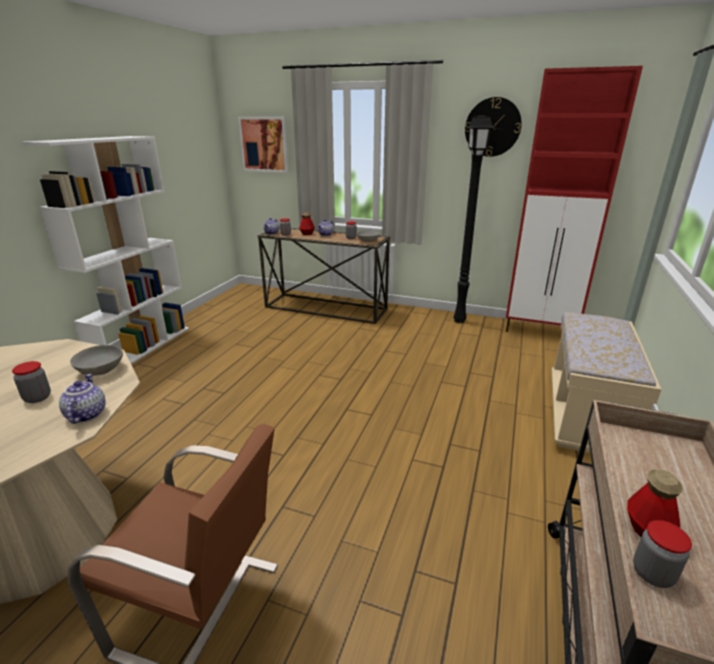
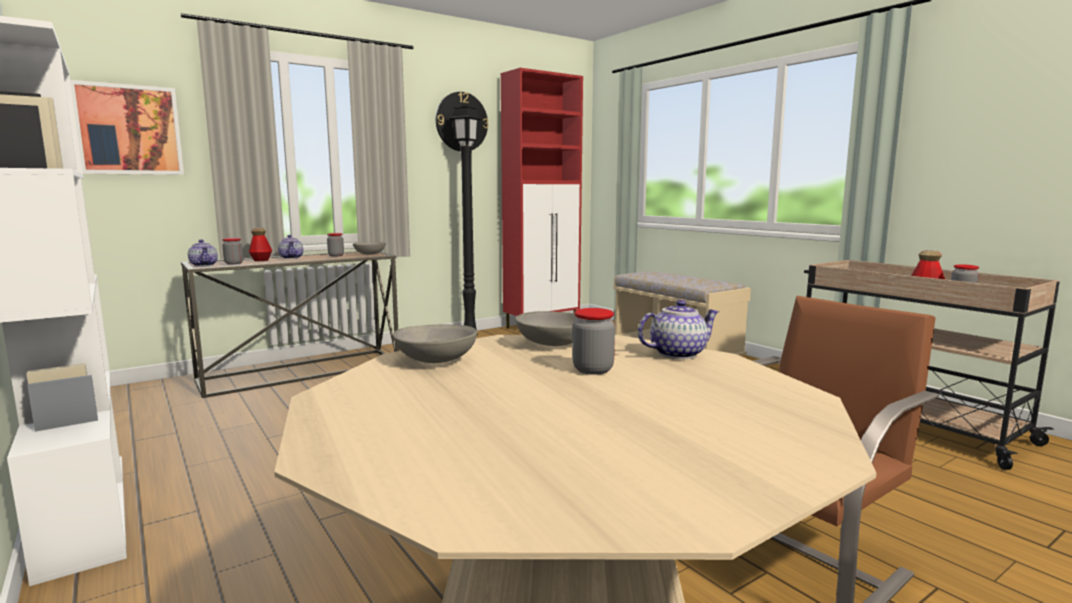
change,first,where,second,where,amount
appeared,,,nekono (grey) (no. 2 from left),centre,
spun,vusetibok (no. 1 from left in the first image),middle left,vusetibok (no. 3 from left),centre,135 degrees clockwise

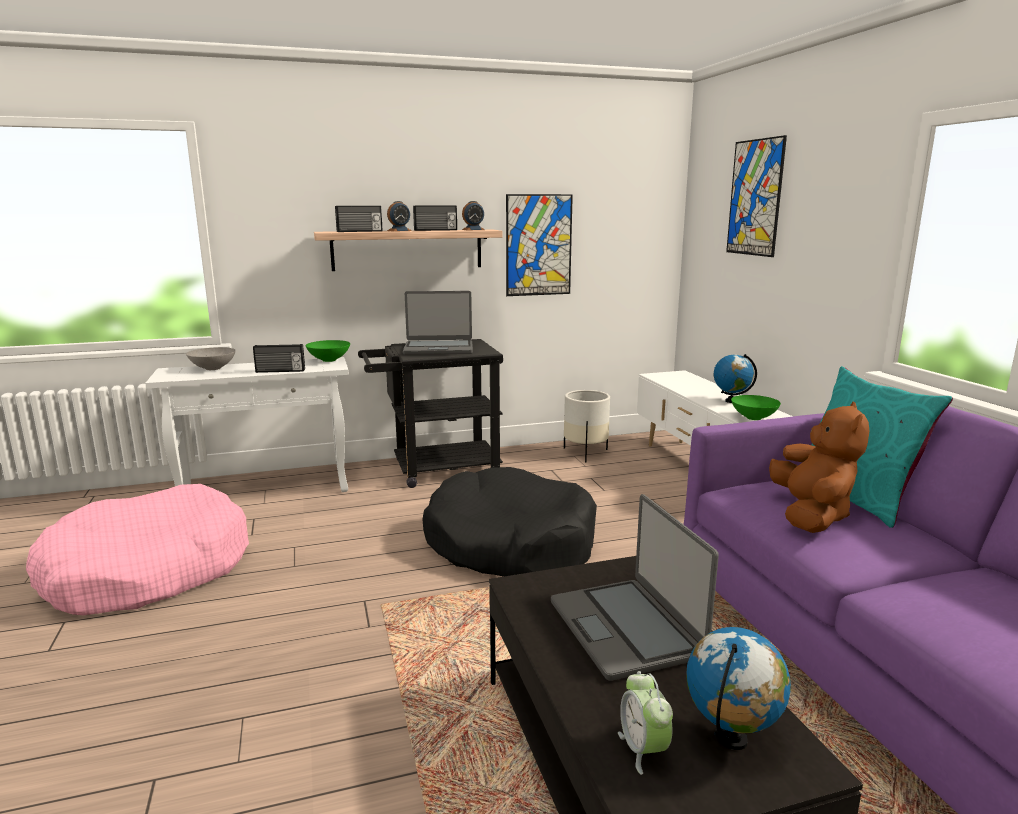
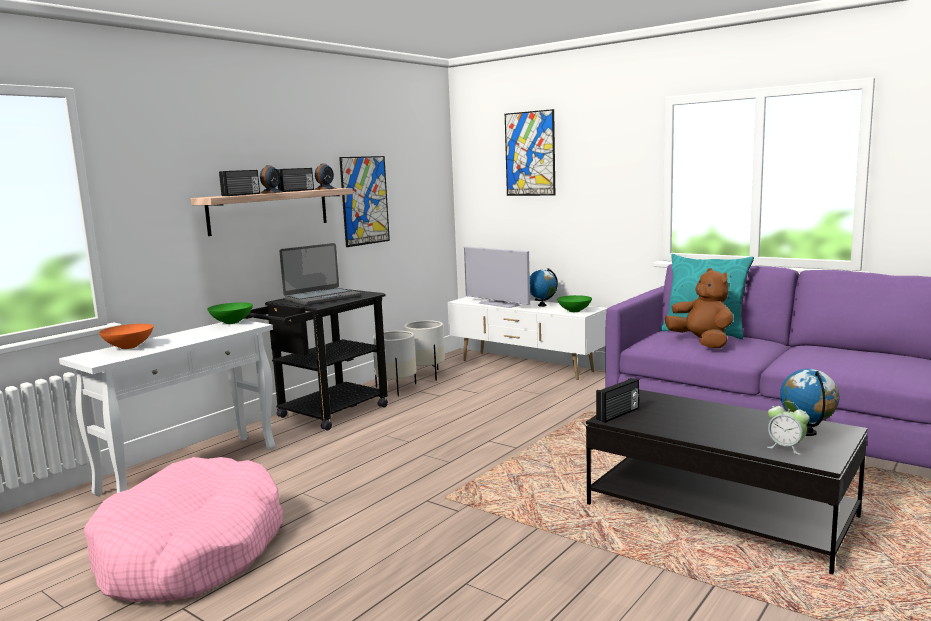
change,first,where,second,where,amount
colour,nekono (grey),middle left,nekono (orange),middle left,
appeared,,,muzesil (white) (no. 1 from left),centre,
appeared,,,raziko,centre,
relocated,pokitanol (no. 1 from left in the first image),middle left,pokitanol (no. 3 from left),centre,
missing,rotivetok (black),centre,,,
missing,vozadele (no. 2 from left),bottom centre,,,

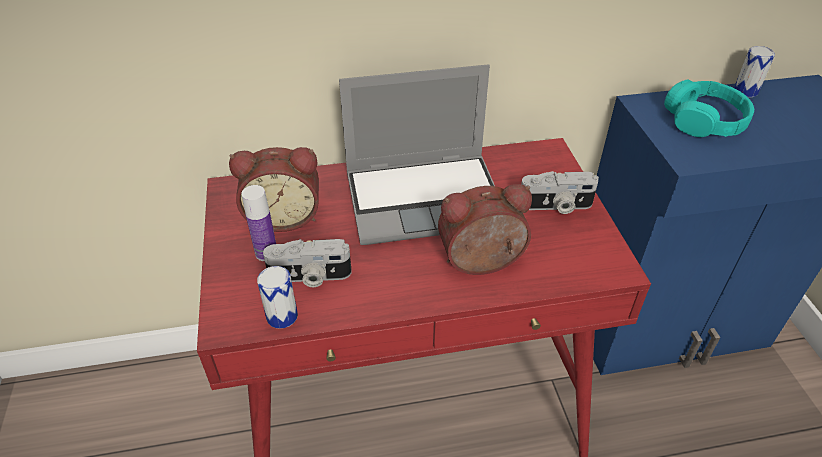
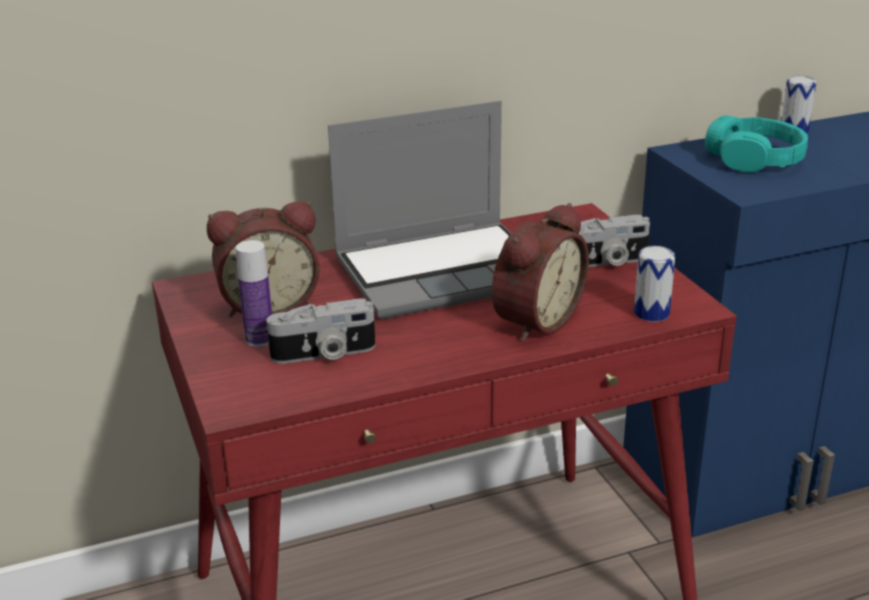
change,first,where,second,where,amount
spun,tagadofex (no. 2 from left),centre,,centre,150 degrees clockwise
relocated,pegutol (no. 1 from left),centre,,middle right,

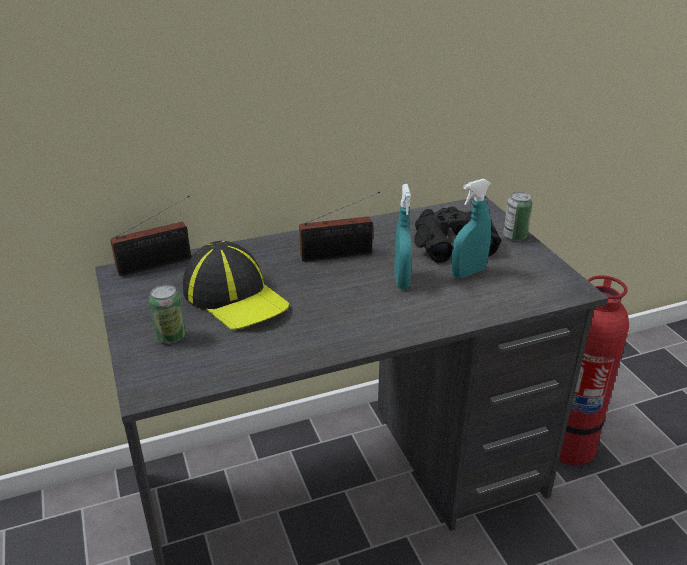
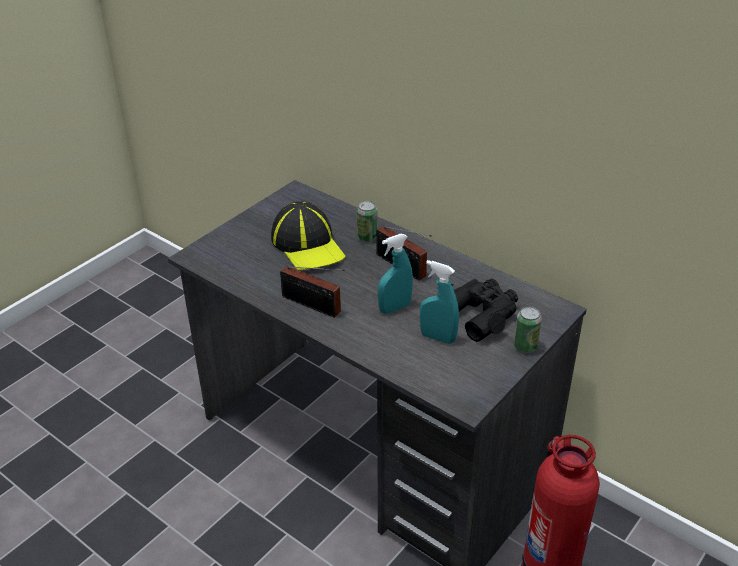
change,first,where,second,where,amount
spun,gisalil,centre,,centre,45 degrees counterclockwise
relocated,pokitanol (no. 1 from left),middle left,,centre,
relocated,pegutol (no. 1 from left),middle left,,centre,

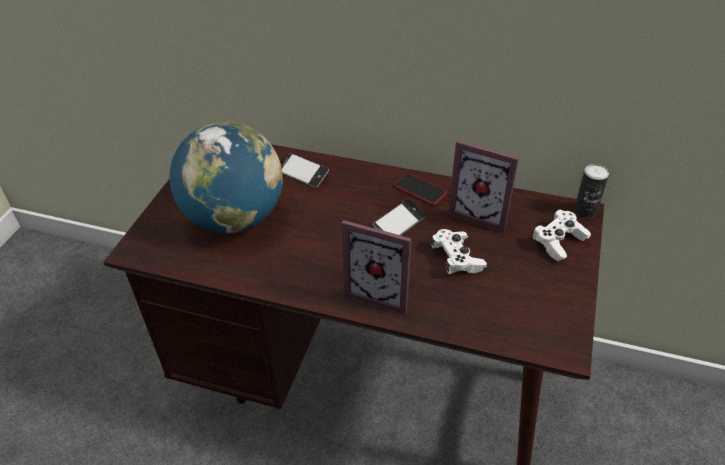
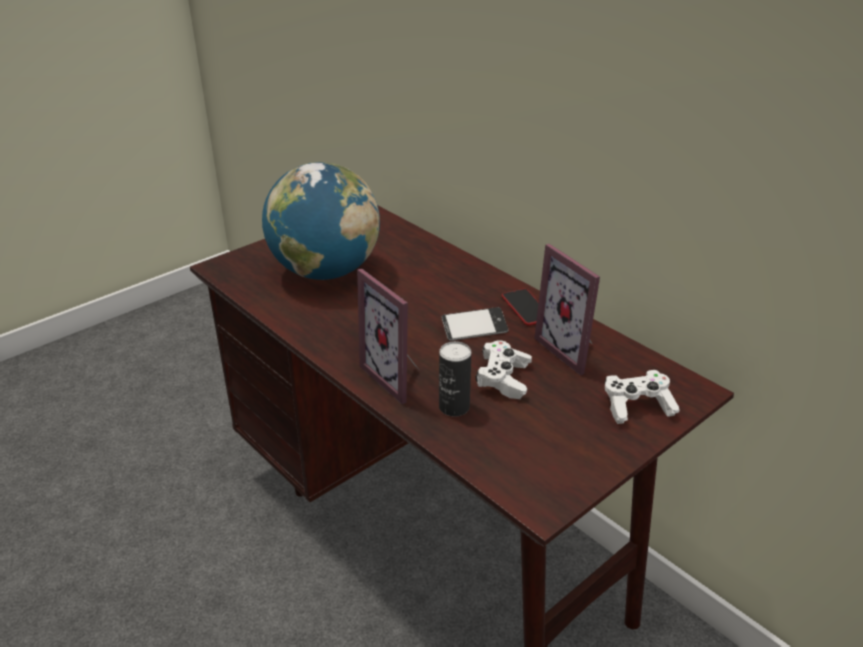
change,first,where,second,where,amount
relocated,pegutol,middle right,,centre,
missing,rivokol (no. 1 from left),centre,,,

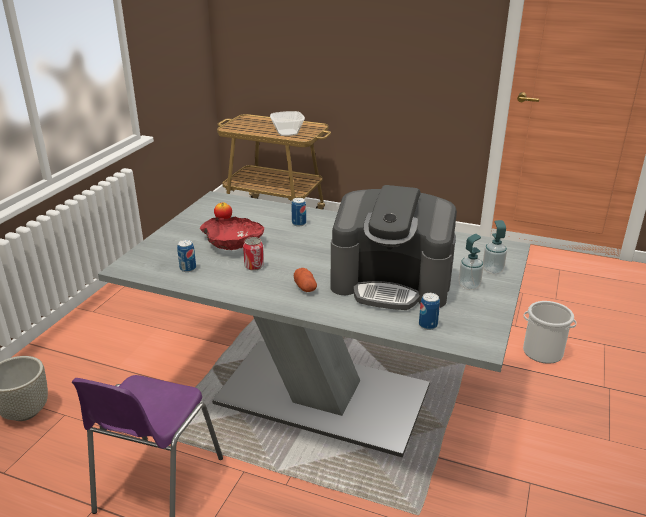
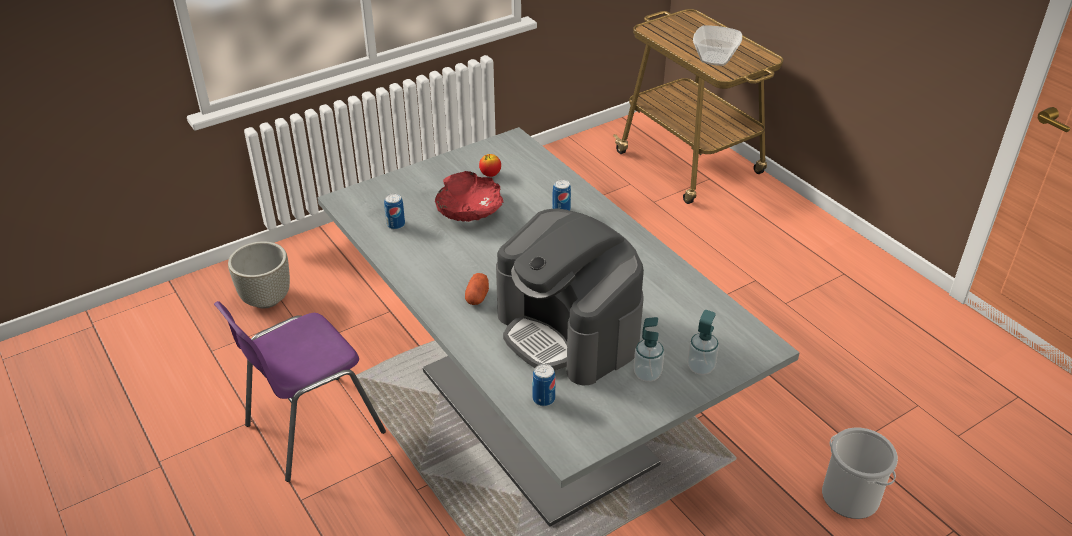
change,first,where,second,where,amount
missing,pegutol (no. 2 from left),centre,,,

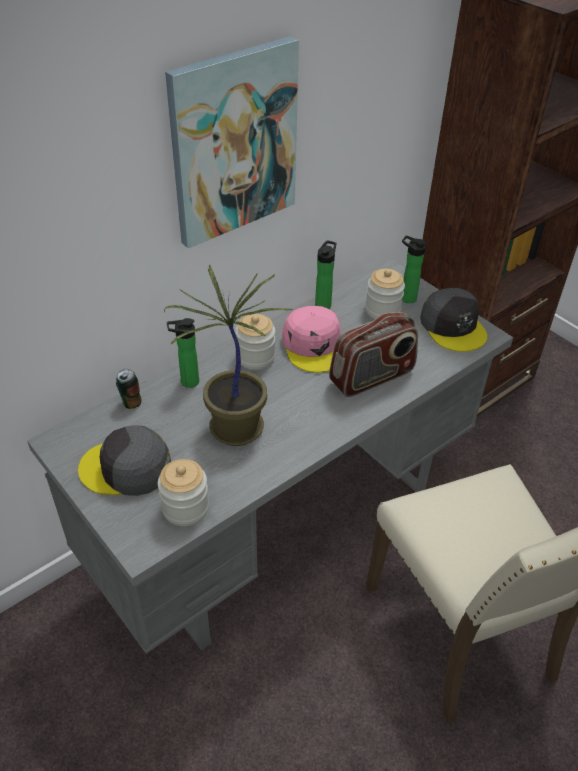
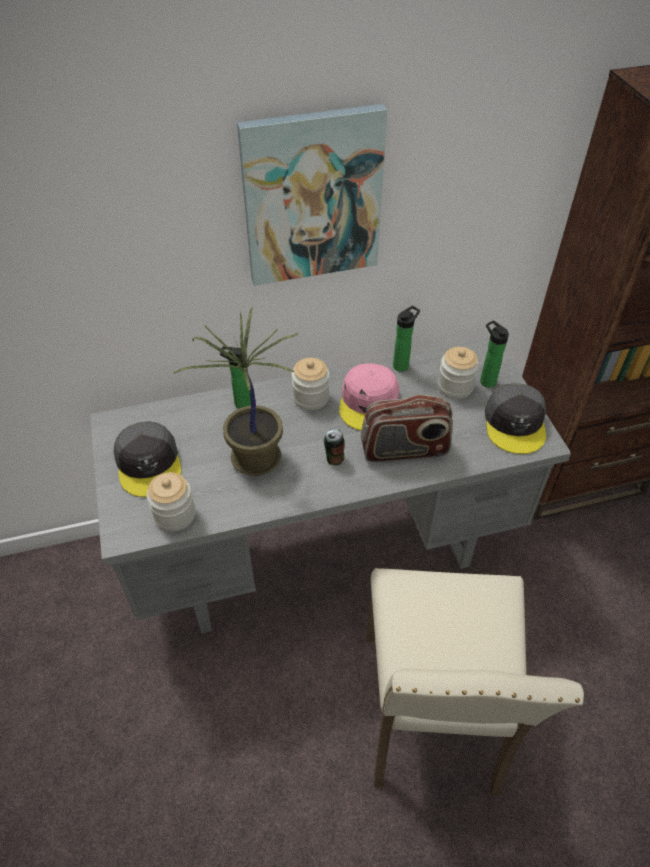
change,first,where,second,where,amount
spun,gisalil (grey) (no. 1 from left),middle left,,middle left,135 degrees counterclockwise
relocated,pegutol,middle left,,centre,

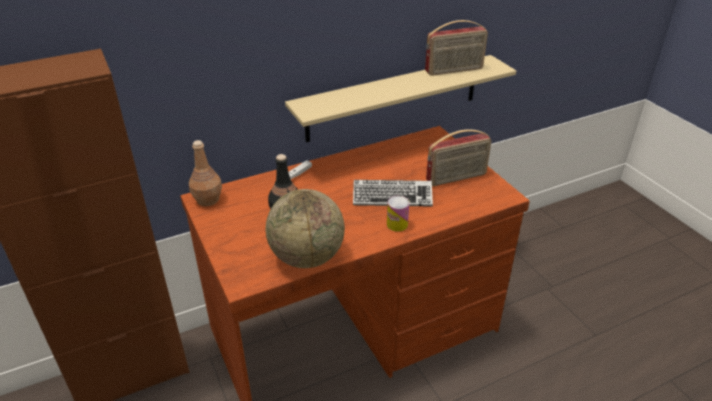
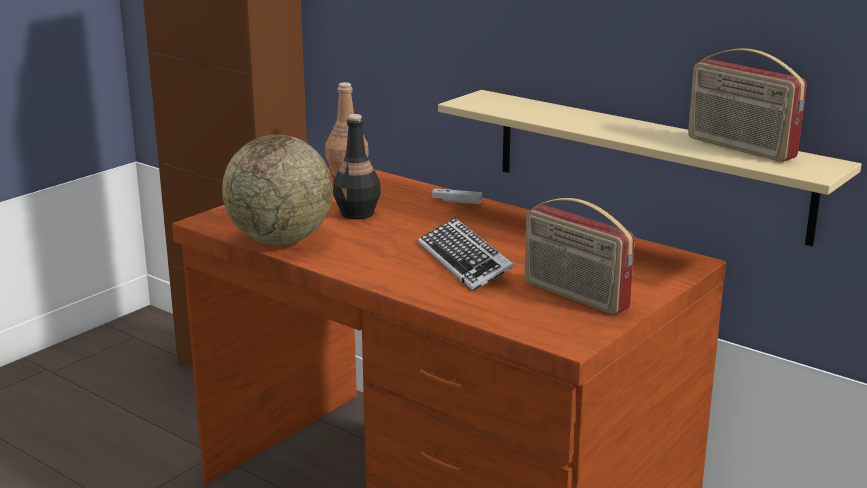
change,first,where,second,where,amount
missing,pegutol,centre,,,

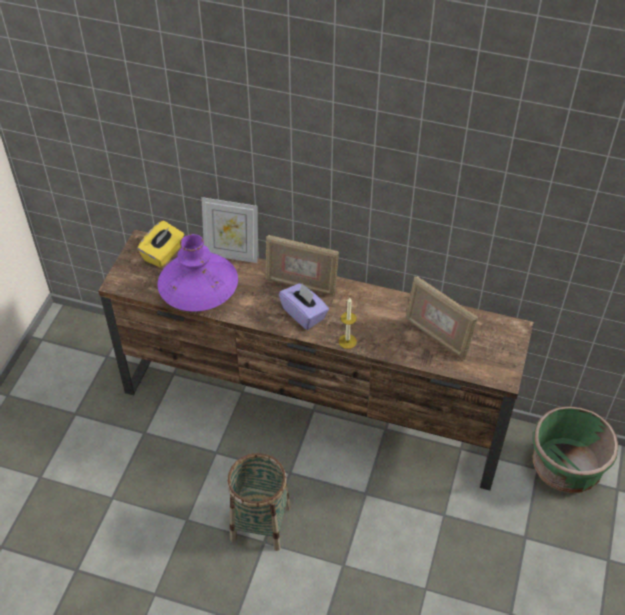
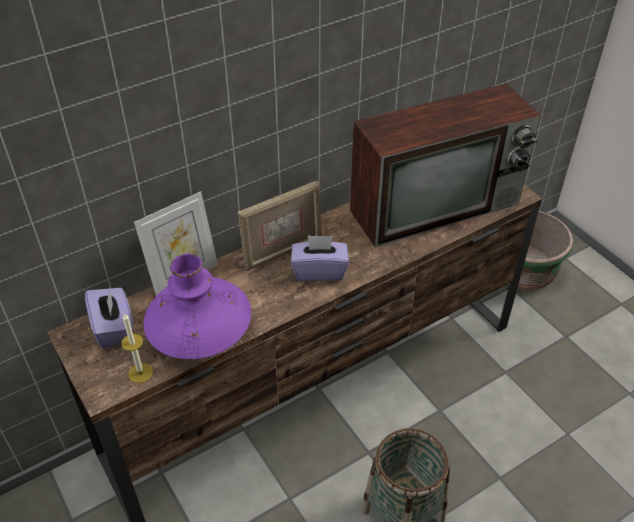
change,first,where,second,where,amount
colour,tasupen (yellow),middle left,tasupen (purple) (no. 1 from left),middle left,
relocated,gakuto,centre,,bottom left,
exchanged,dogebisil (no. 3 from left),middle right,raziko,top right,

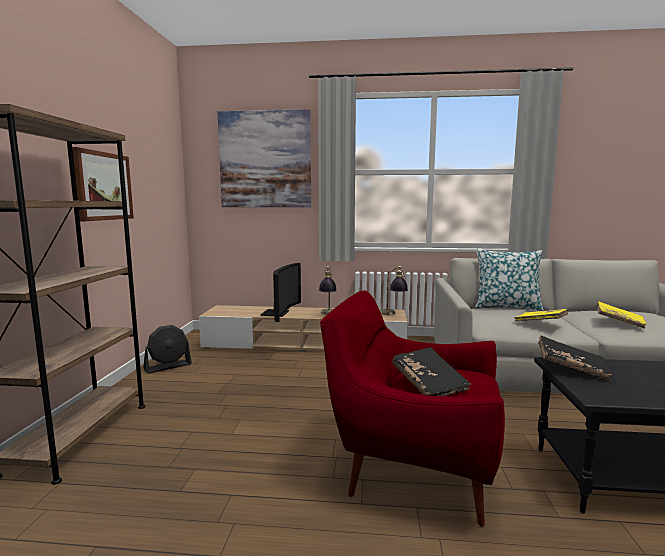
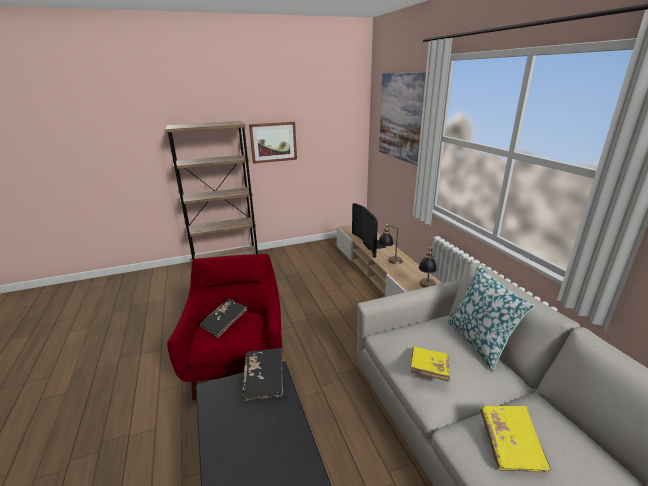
change,first,where,second,where,amount
spun,raziko,centre,,centre,90 degrees clockwise
missing,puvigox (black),middle left,,,

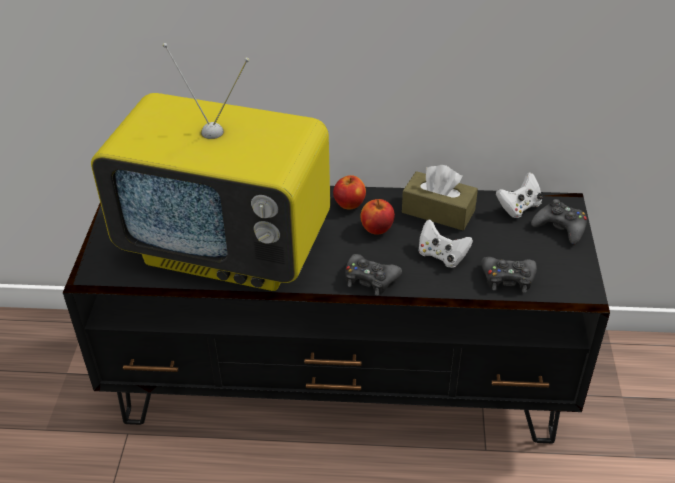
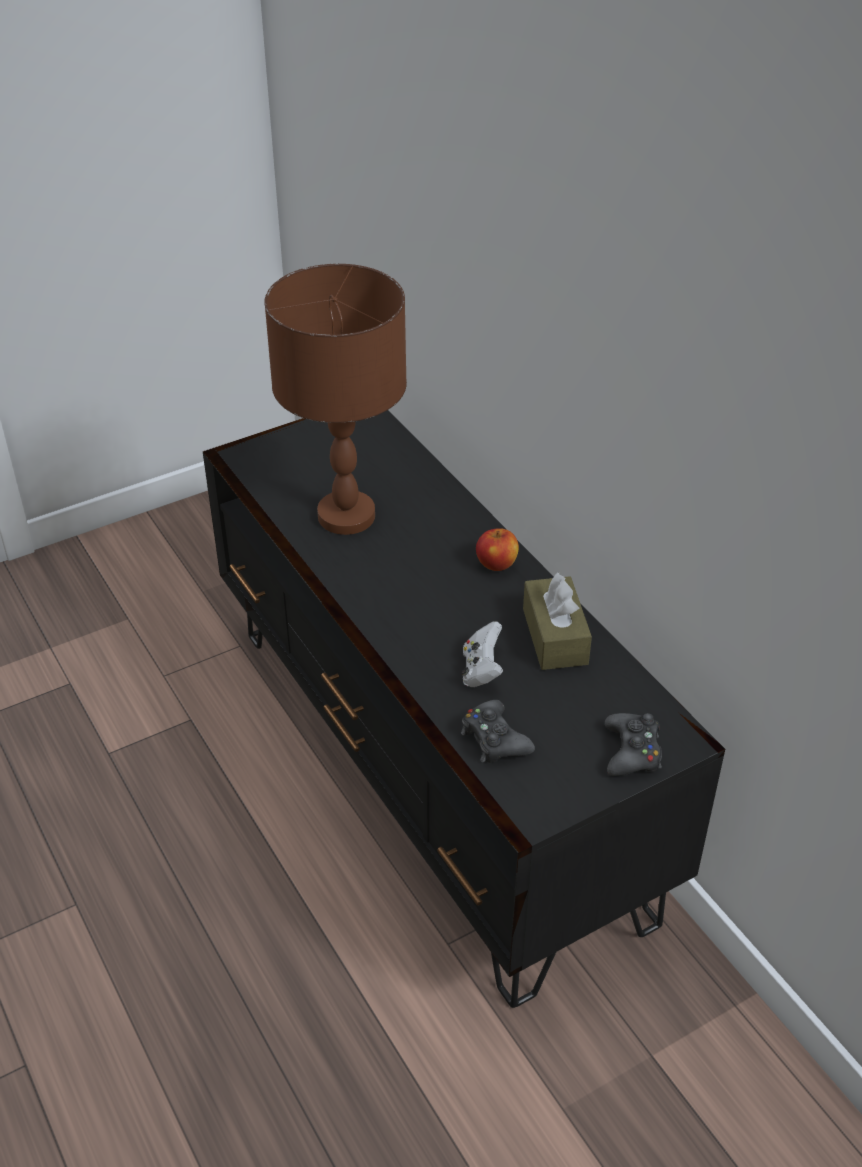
change,first,where,second,where,amount
exchanged,raziko,middle left,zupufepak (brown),centre,
missing,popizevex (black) (no. 1 from left),centre,,,
missing,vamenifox (no. 2 from left),centre,,,
missing,popizevex (white) (no. 2 from left),middle right,,,

